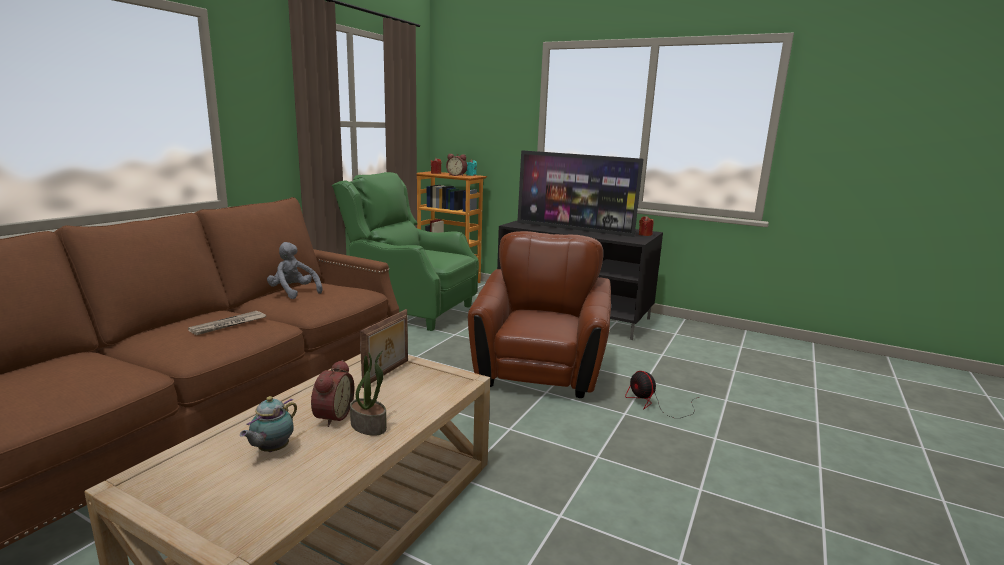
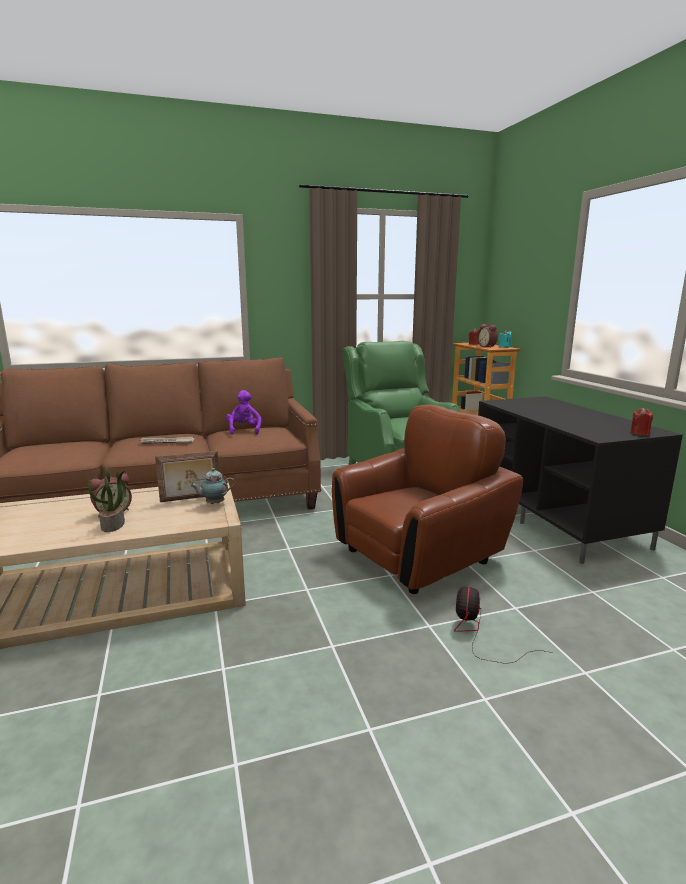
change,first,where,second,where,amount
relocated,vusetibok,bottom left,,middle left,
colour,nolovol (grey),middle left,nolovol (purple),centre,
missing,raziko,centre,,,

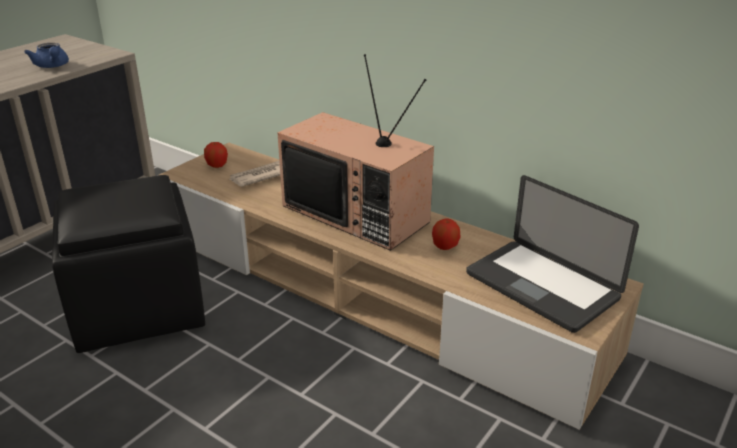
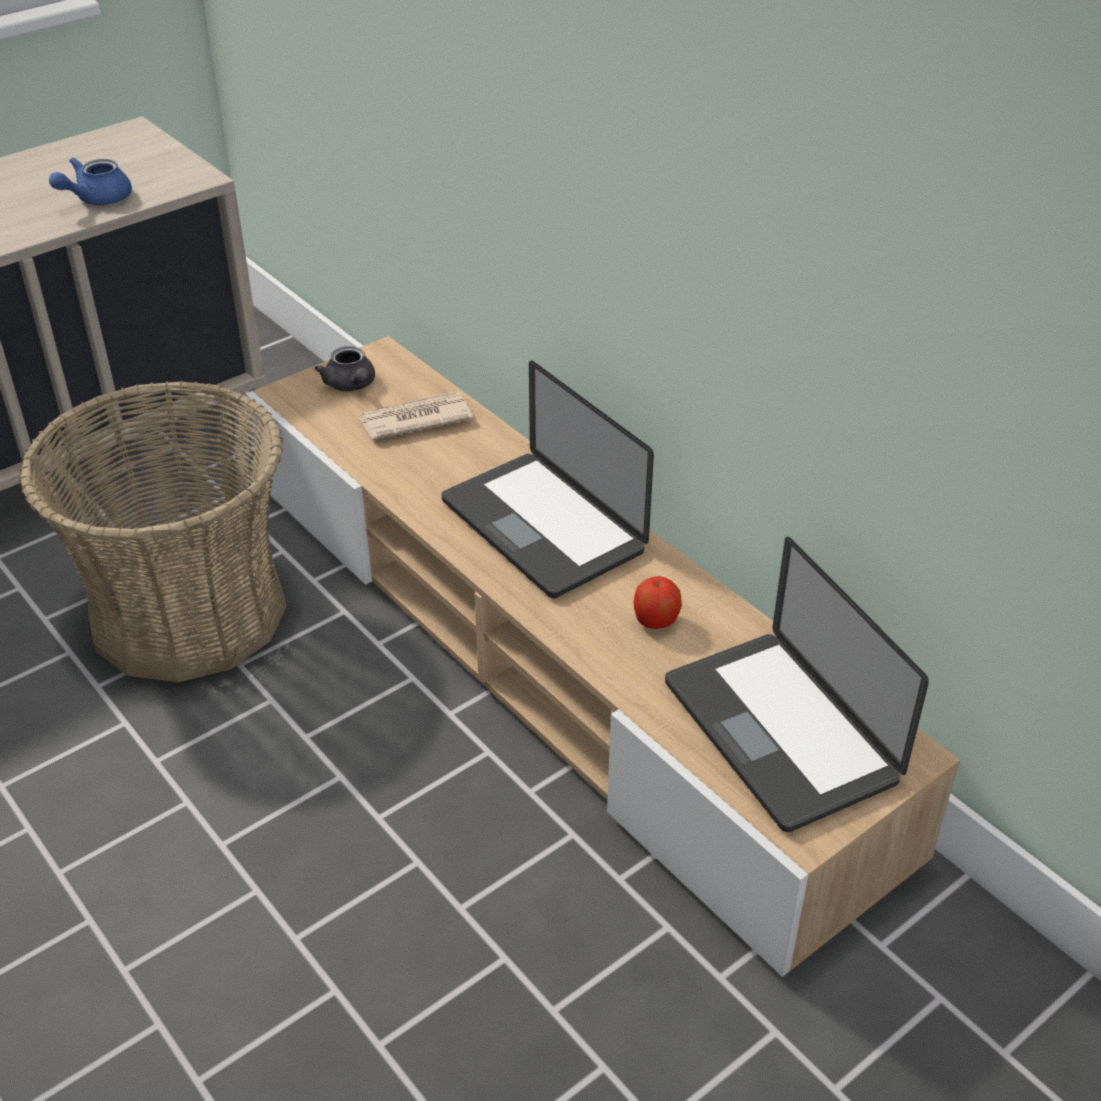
change,first,where,second,where,amount
exchanged,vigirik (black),middle left,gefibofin,middle left,
spun,vusetibok (blue),top left,,top left,60 degrees clockwise
exchanged,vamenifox (no. 1 from left),middle left,vusetibok (grey),middle left,
exchanged,raziko,centre,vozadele (no. 1 from left),centre,

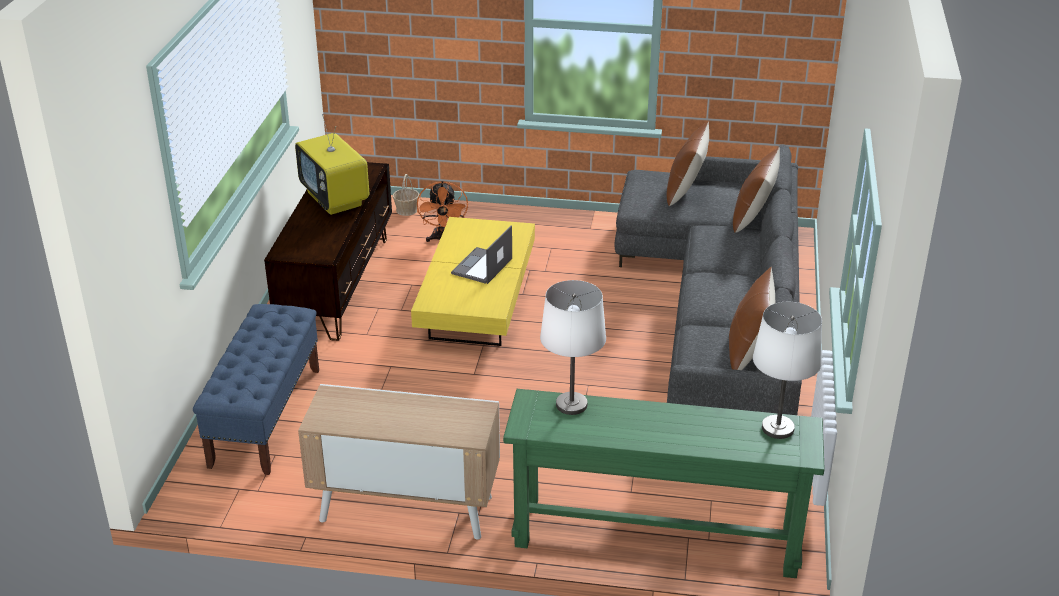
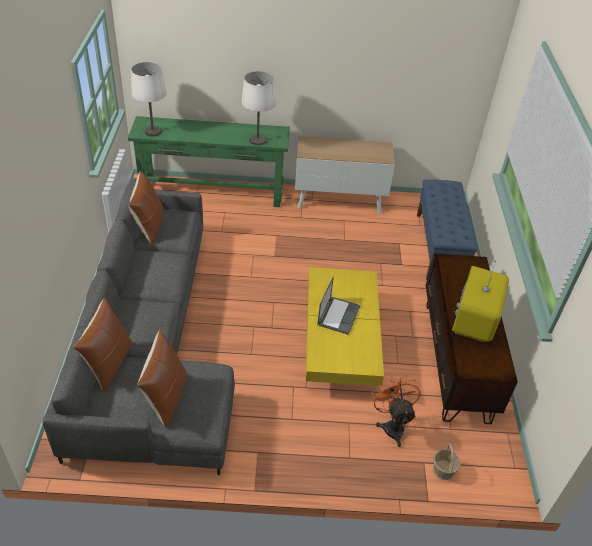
change,first,where,second,where,amount
spun,raziko,top left,,middle right,120 degrees counterclockwise

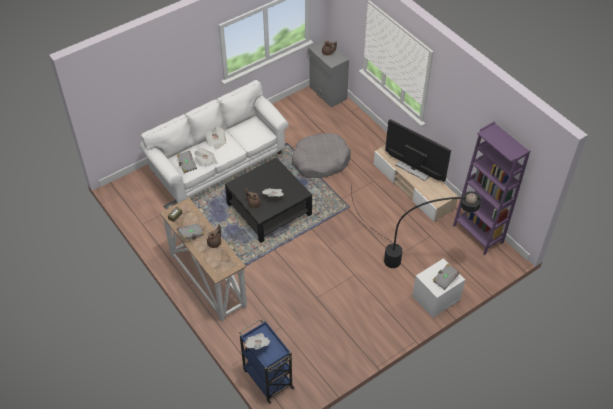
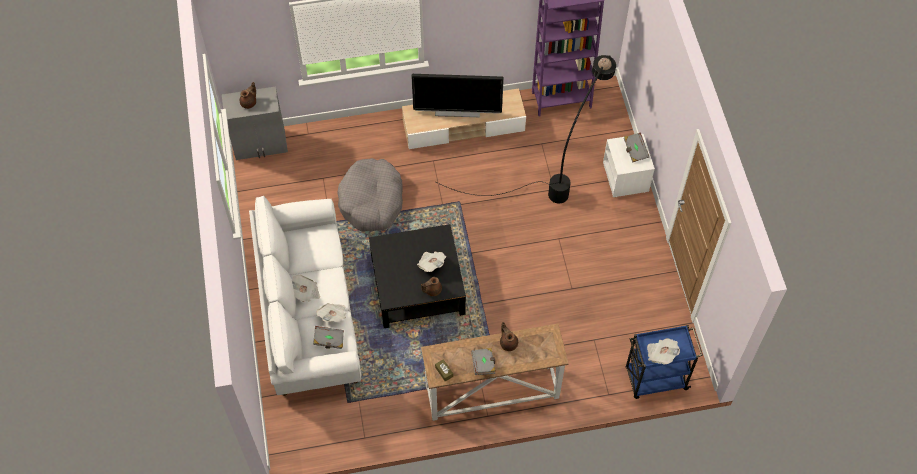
change,first,where,second,where,amount
spun,raziko,middle right,,top centre,150 degrees counterclockwise

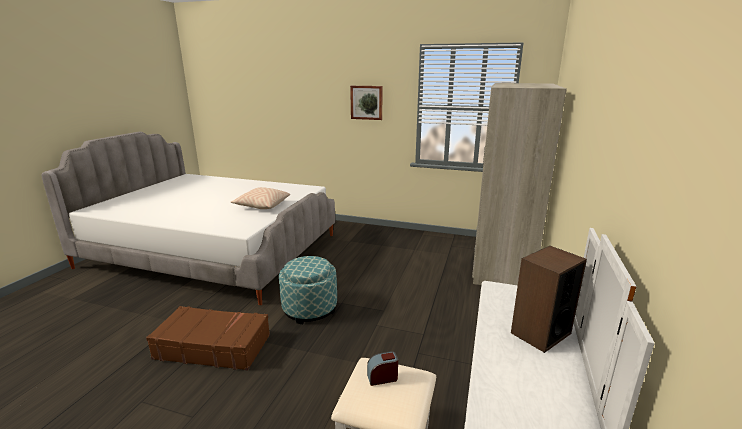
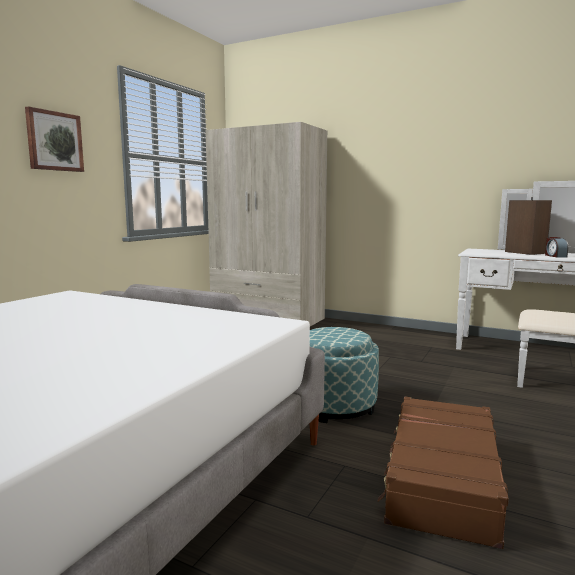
change,first,where,second,where,amount
relocated,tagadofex,bottom centre,,middle right,
missing,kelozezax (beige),centre,,,

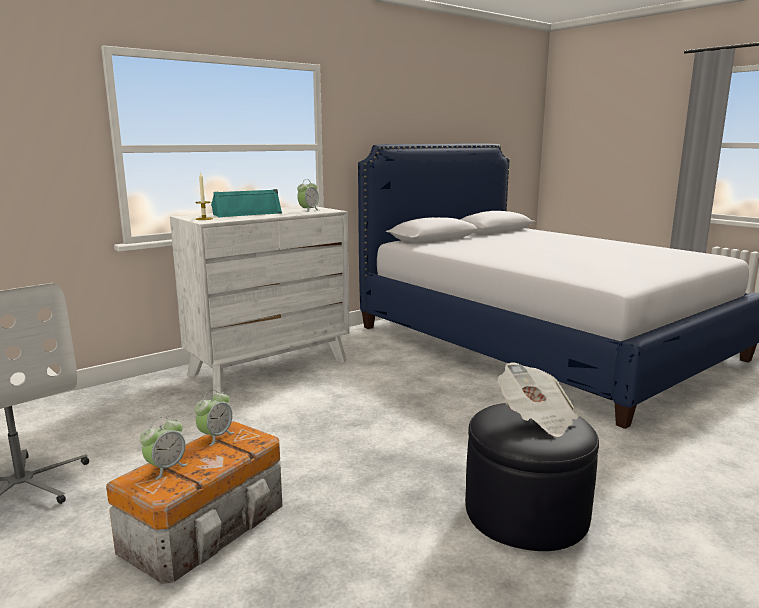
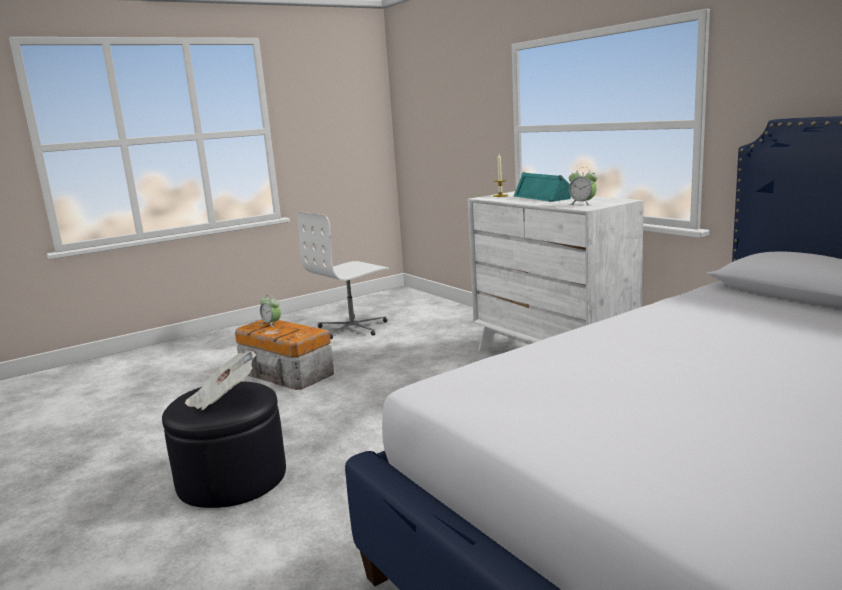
change,first,where,second,where,amount
missing,tagadofex (no. 2 from left),bottom left,,,

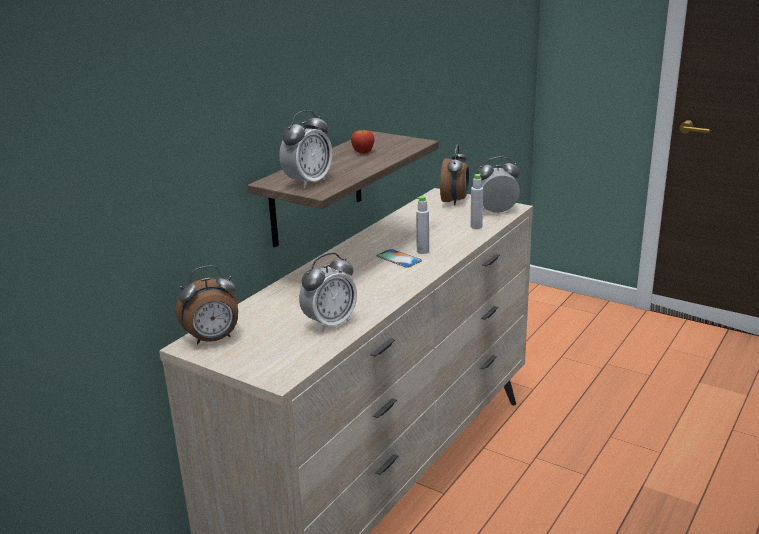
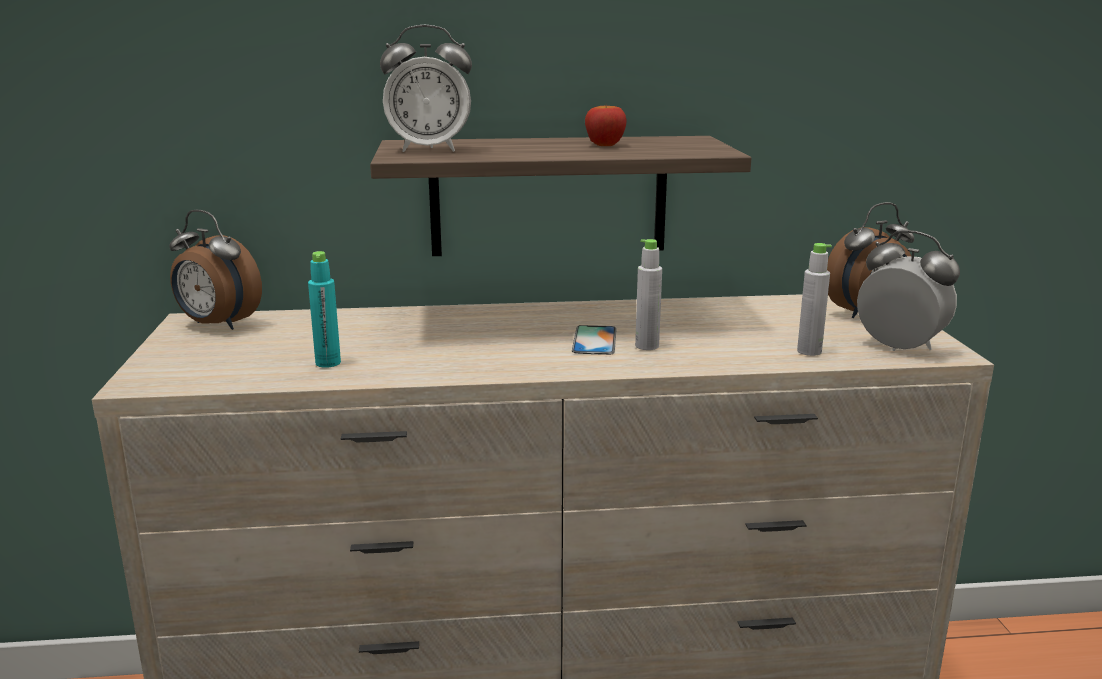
change,first,where,second,where,amount
exchanged,tagadofex (no. 3 from left),centre,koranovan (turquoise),middle left,

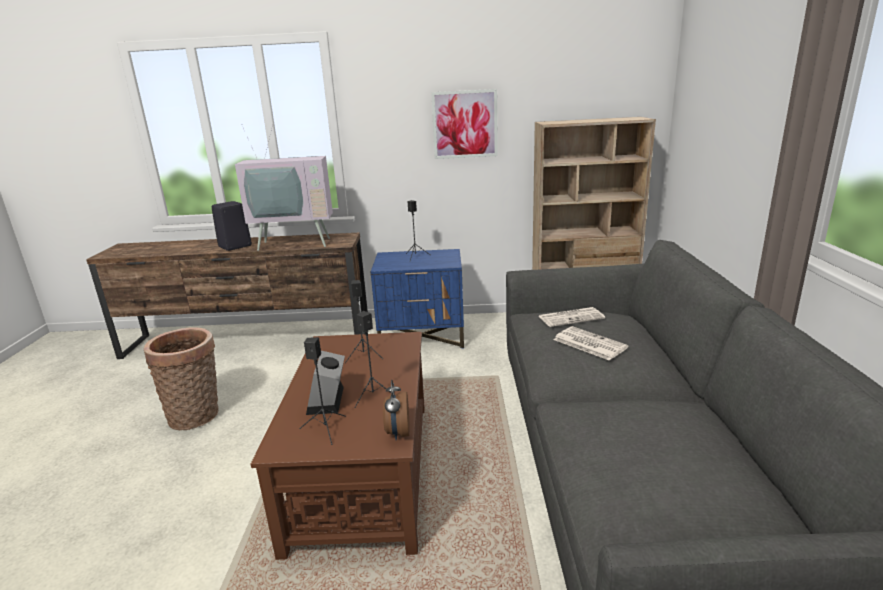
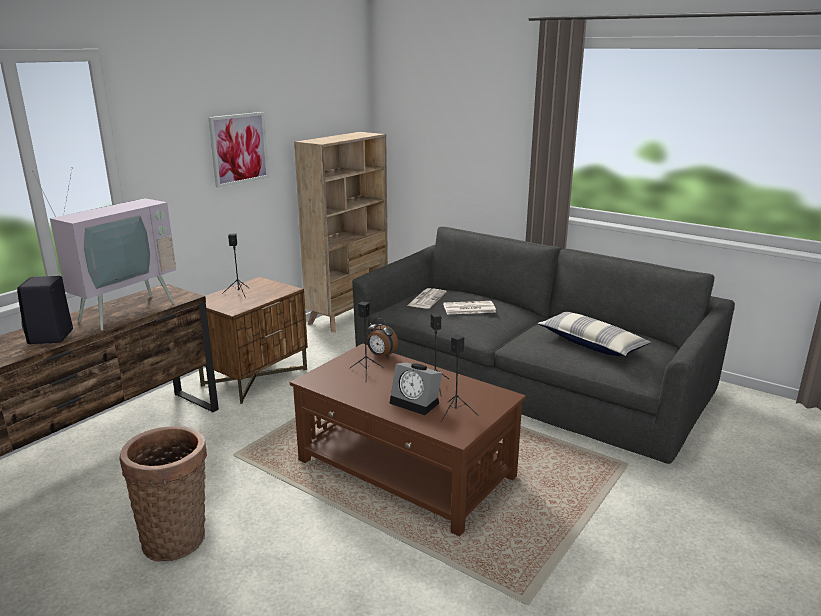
change,first,where,second,where,amount
colour,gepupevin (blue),centre,gepupevin (brown),middle left,
relocated,tagadofex (no. 2 from left in the first image),bottom centre,tagadofex (no. 1 from left),centre,
appeared,,,kelozezax,middle right,

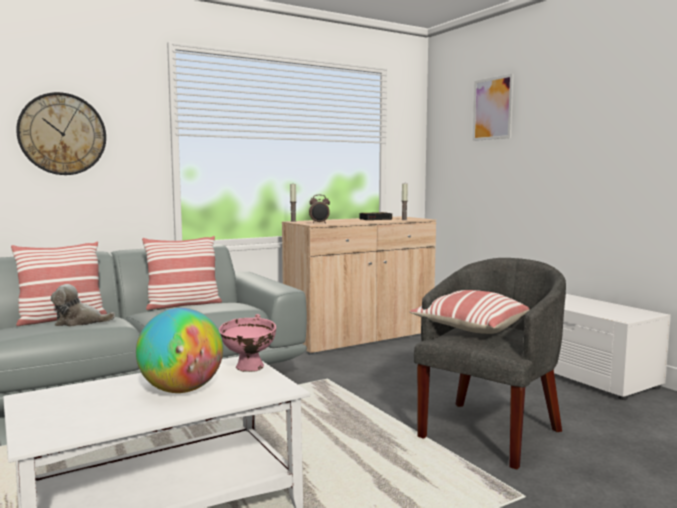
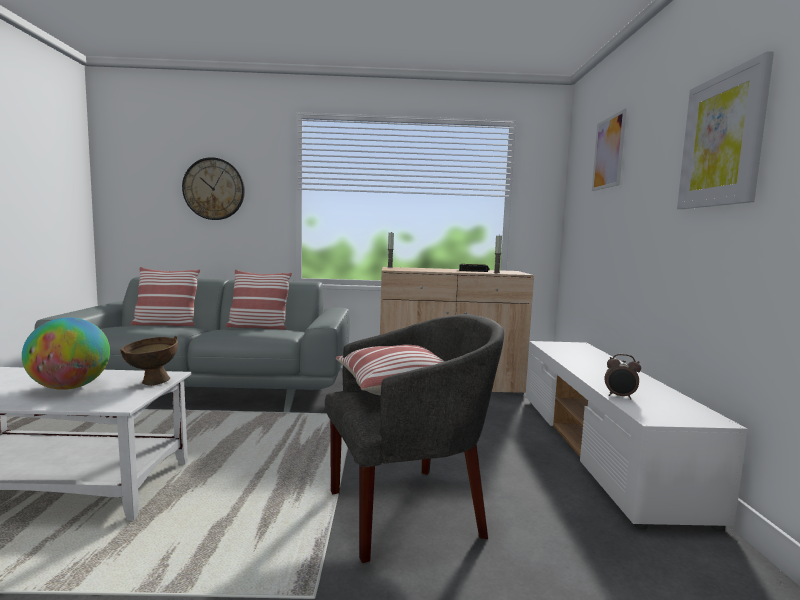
change,first,where,second,where,amount
colour,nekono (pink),bottom centre,nekono (brown),middle left,
relocated,tagadofex (no. 1 from left in the first image),centre,tagadofex (no. 2 from left),middle right,
appeared,,,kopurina (no. 2 from left),top right,
missing,nolovol,middle left,,,

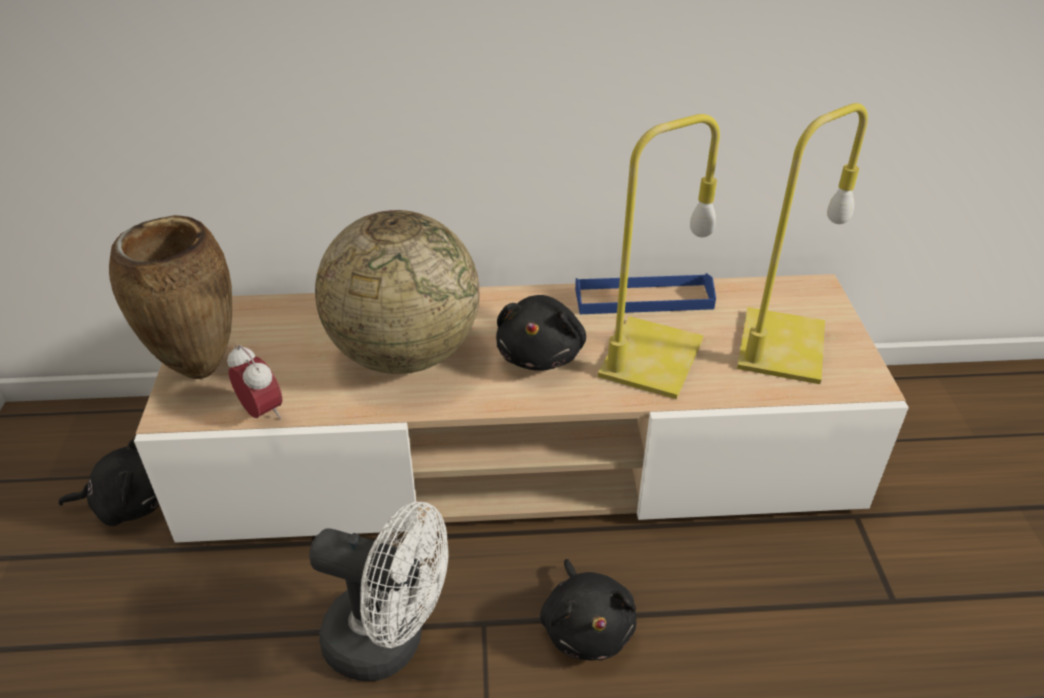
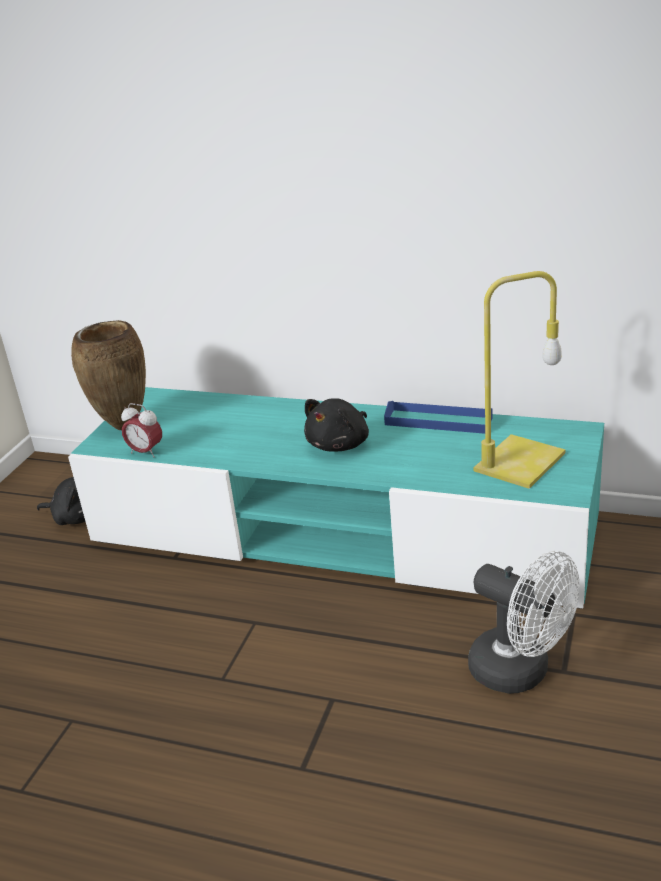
change,first,where,second,where,amount
colour,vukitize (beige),centre,vukitize (turquoise),centre,
spun,tagadofex,middle left,,middle left,135 degrees clockwise
relocated,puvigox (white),bottom centre,,bottom right,
missing,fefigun,centre,,,
missing,nolovol (black) (no. 3 from left),bottom centre,,,
missing,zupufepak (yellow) (no. 1 from left),centre,,,

